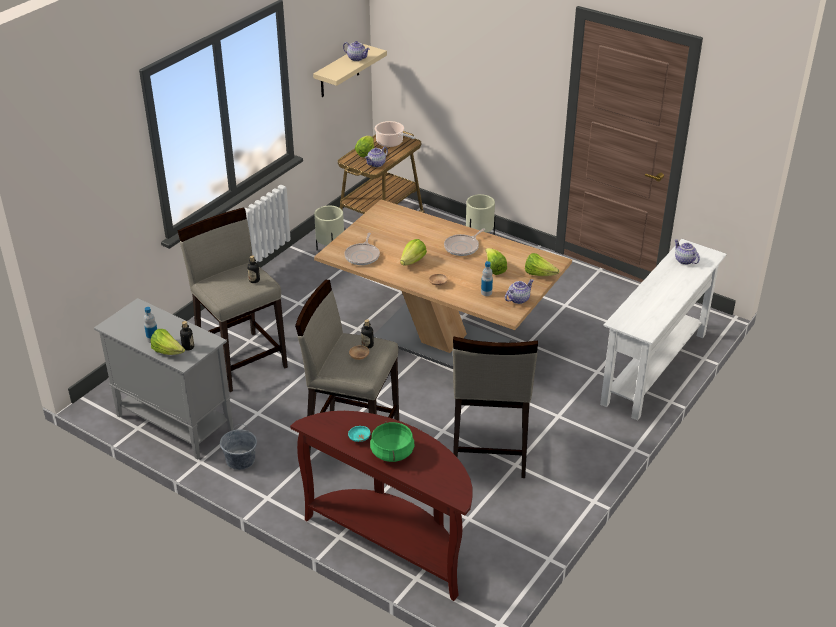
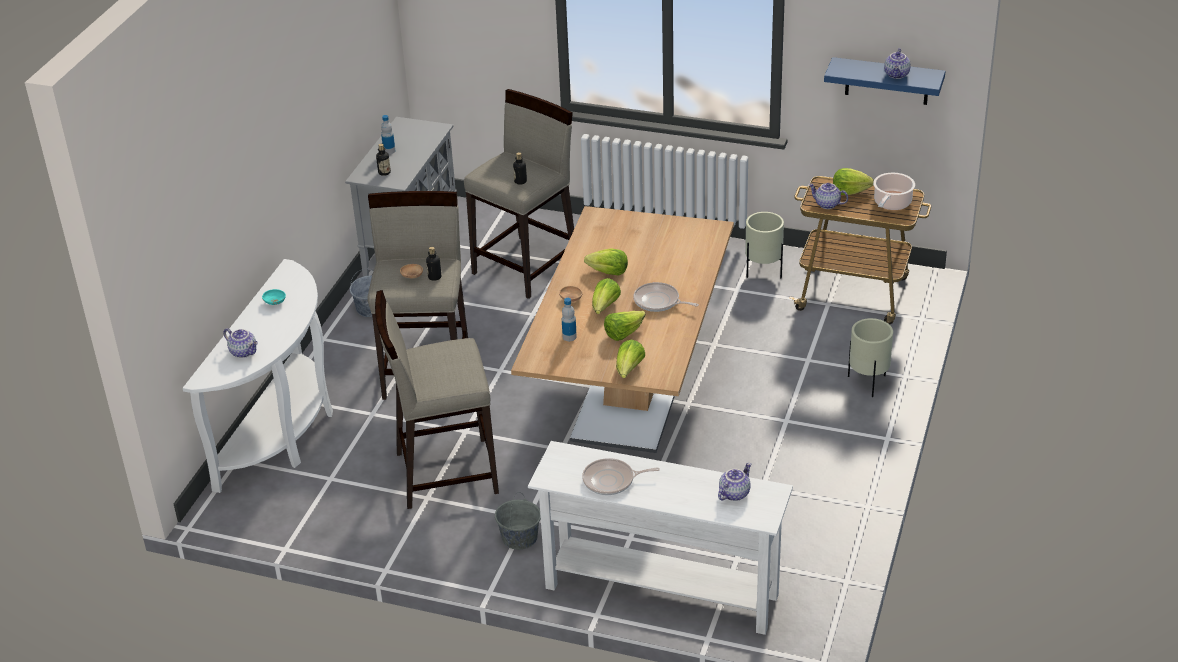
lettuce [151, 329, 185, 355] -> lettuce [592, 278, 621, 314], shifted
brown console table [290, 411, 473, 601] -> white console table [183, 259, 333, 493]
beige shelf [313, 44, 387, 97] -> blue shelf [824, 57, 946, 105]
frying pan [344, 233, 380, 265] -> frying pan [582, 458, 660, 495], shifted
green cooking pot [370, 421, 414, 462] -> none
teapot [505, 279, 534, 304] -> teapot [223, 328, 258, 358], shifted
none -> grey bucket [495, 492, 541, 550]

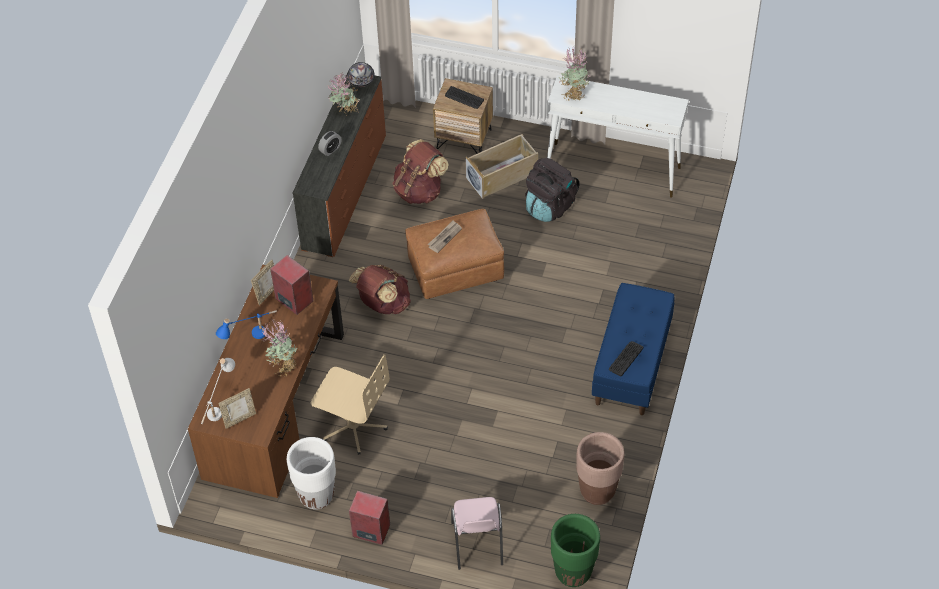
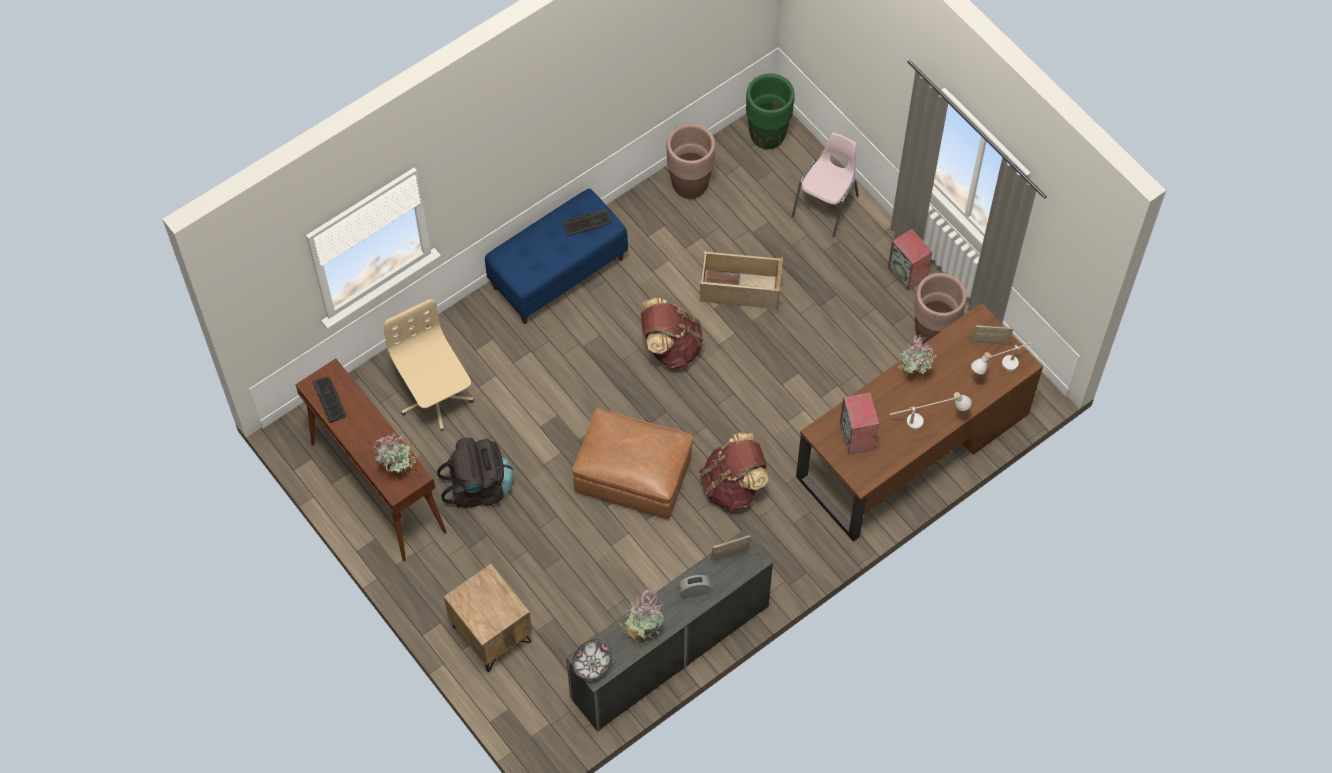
blue table lamp [216, 310, 277, 339] -> white table lamp [890, 392, 972, 430]
picture frame [251, 260, 274, 305] -> picture frame [711, 535, 751, 561], shifted
white planter [287, 437, 336, 510] -> brown planter [914, 273, 967, 344]
beige office chair [311, 354, 390, 455] -> beige office chair [384, 299, 474, 431], shifted
brown backpack [393, 139, 449, 204] -> brown backpack [641, 298, 703, 369], shifted
newspaper [428, 220, 462, 253] -> none
keyboard [445, 86, 484, 109] -> keyboard [313, 377, 346, 423], shifted
beige storage box [465, 134, 538, 199] -> beige storage box [700, 252, 783, 310], shifted
white console table [547, 75, 689, 197] -> brown console table [295, 358, 447, 562]

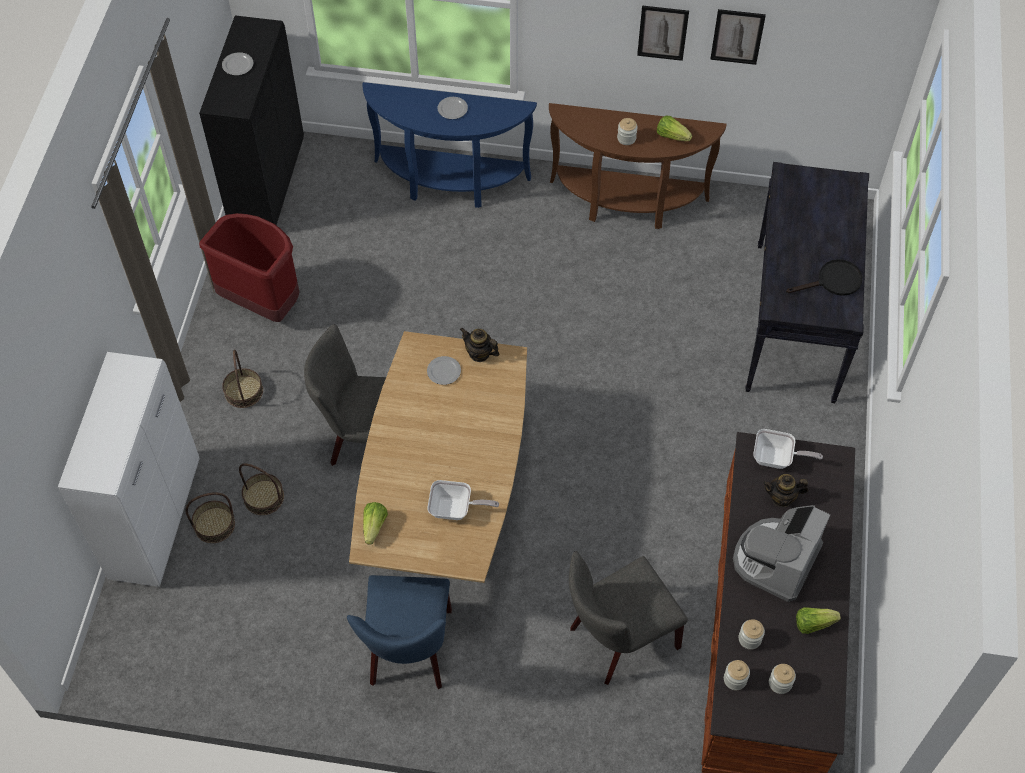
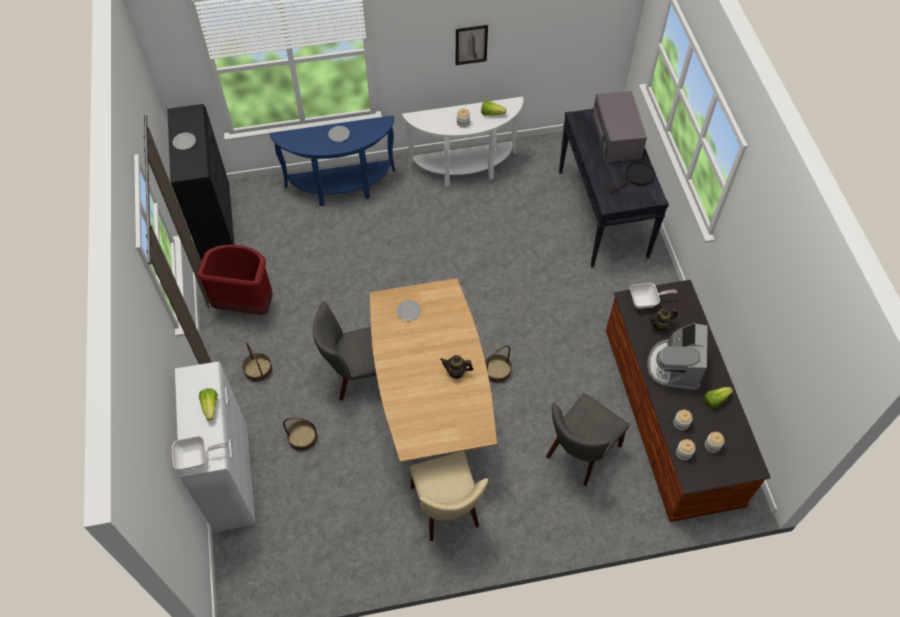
basket [186, 492, 235, 543] -> basket [485, 345, 512, 383], shifted
blue chair [347, 575, 452, 689] -> beige chair [409, 451, 488, 541]
lettuce [363, 502, 388, 545] -> lettuce [199, 388, 218, 421], shifted
frying pan [428, 480, 499, 520] -> frying pan [172, 436, 229, 470], shifted
teapot [460, 328, 500, 362] -> teapot [440, 355, 474, 379], shifted
brown console table [549, 103, 726, 229] -> white console table [402, 97, 523, 187]
picture [710, 9, 766, 65] -> none
none -> grey microwave [592, 91, 647, 162]

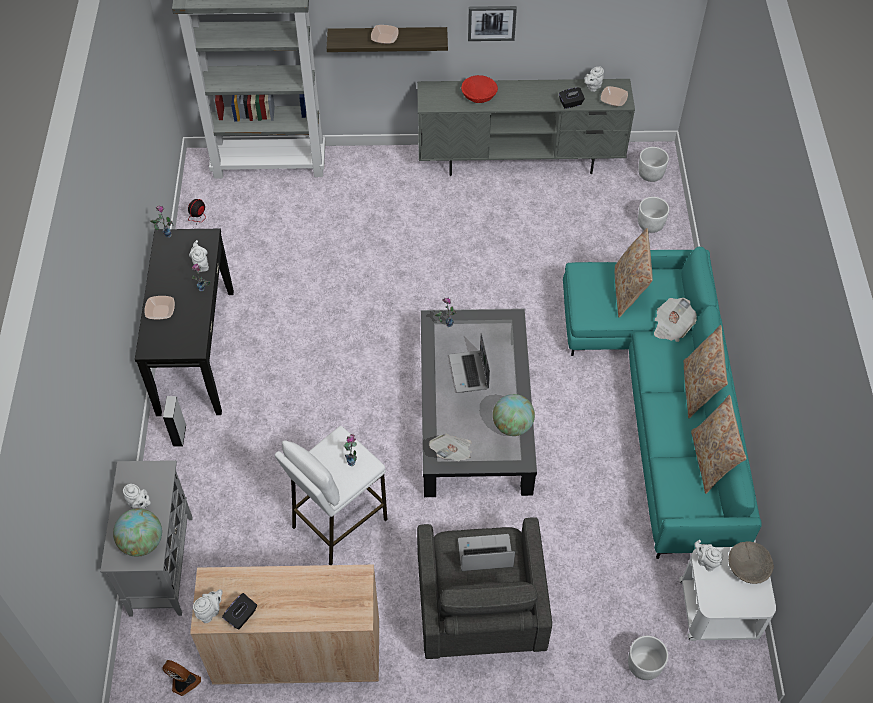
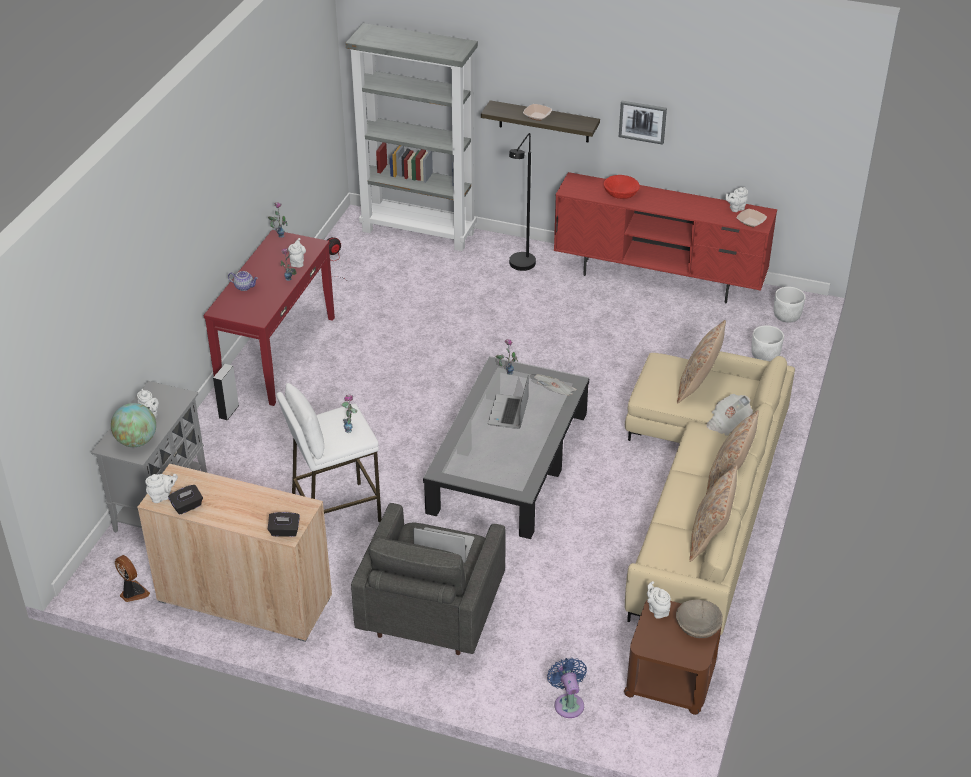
black console table [135, 229, 234, 416] -> red console table [204, 230, 335, 406]
bowl [144, 296, 175, 320] -> teapot [228, 271, 258, 291]
grey tv stand [417, 79, 635, 176] -> red tv stand [554, 172, 777, 304]
newspaper [429, 434, 472, 461] -> newspaper [534, 374, 577, 396], shifted
globe [493, 394, 535, 436] -> none
black tissue box [559, 88, 585, 109] -> black tissue box [268, 512, 300, 537], shifted
turquoise sofa [563, 247, 762, 559] -> beige sofa [625, 351, 795, 641]
white planter [628, 636, 668, 680] -> blue fan [547, 658, 587, 718]
white side table [679, 547, 776, 641] -> brown side table [624, 601, 722, 715]
none -> black floor lamp [509, 133, 536, 271]

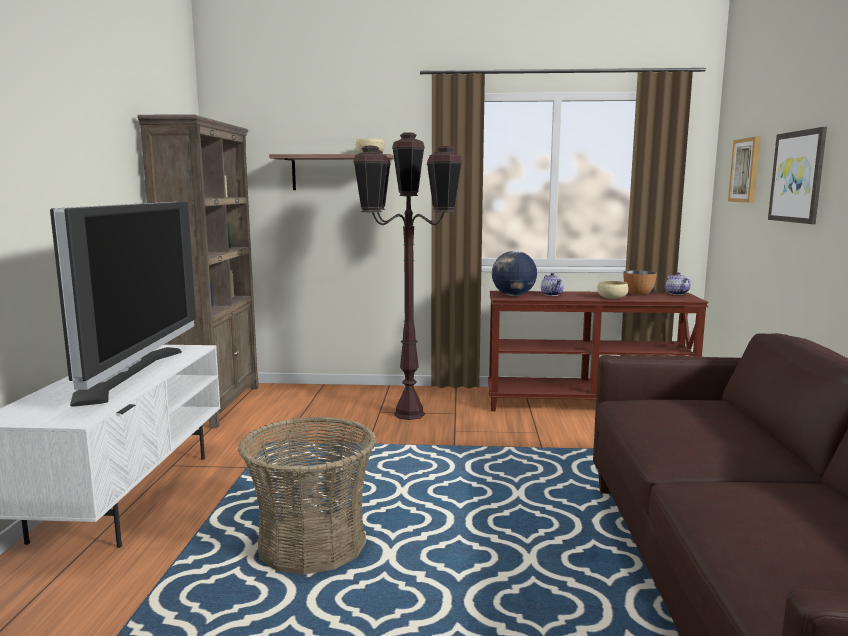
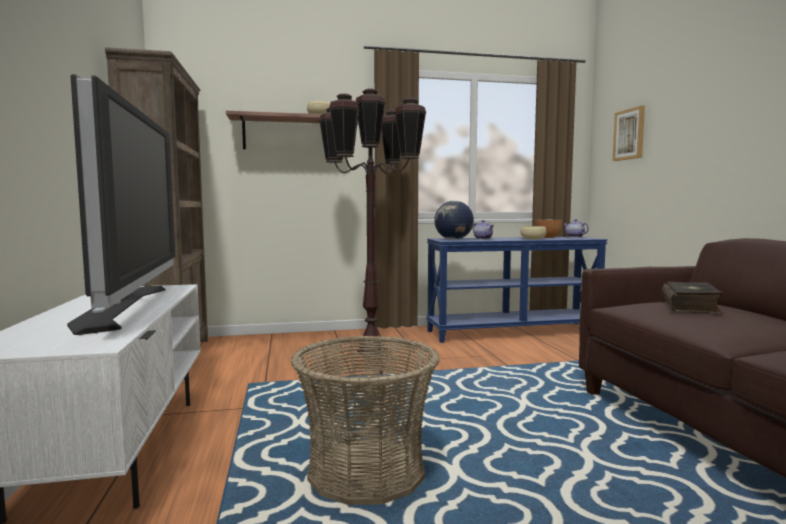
brown console table [488, 291, 709, 411] -> blue console table [426, 237, 608, 343]
picture [768, 127, 827, 224] -> none
none -> book [662, 282, 723, 313]

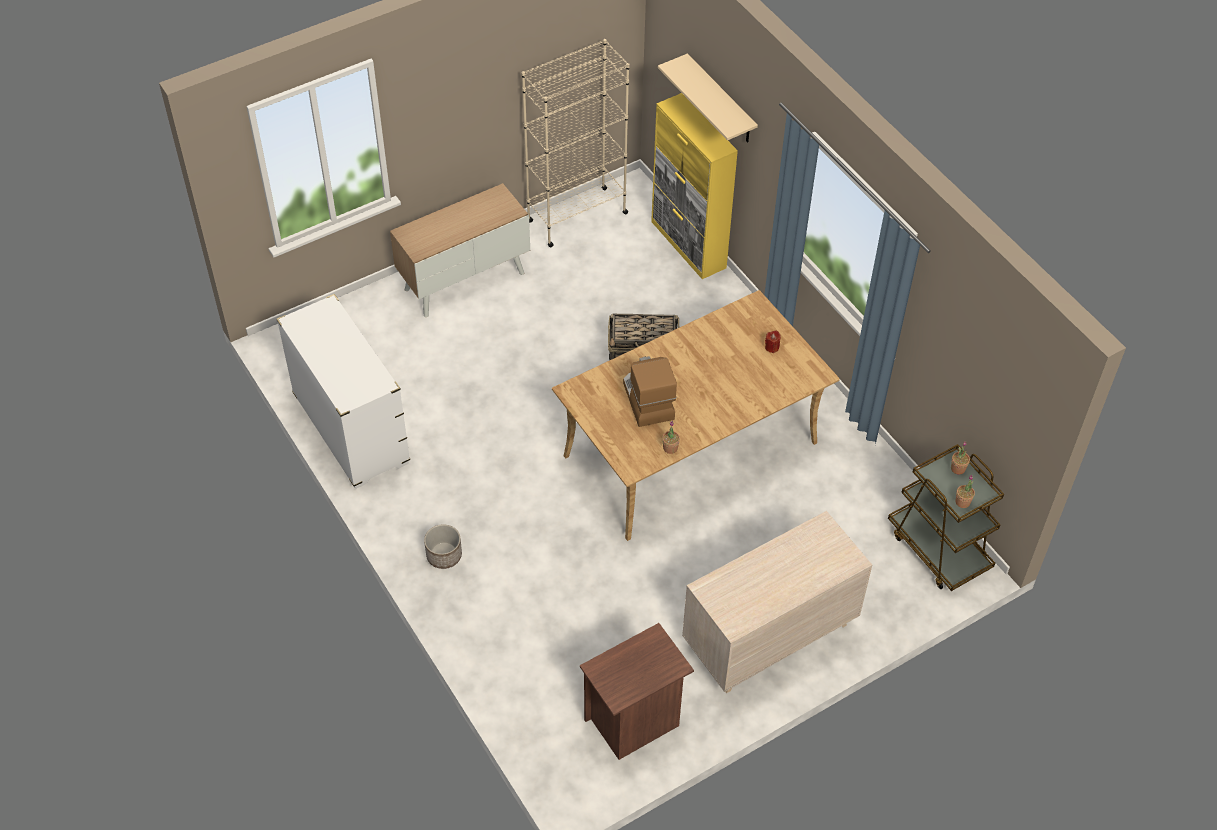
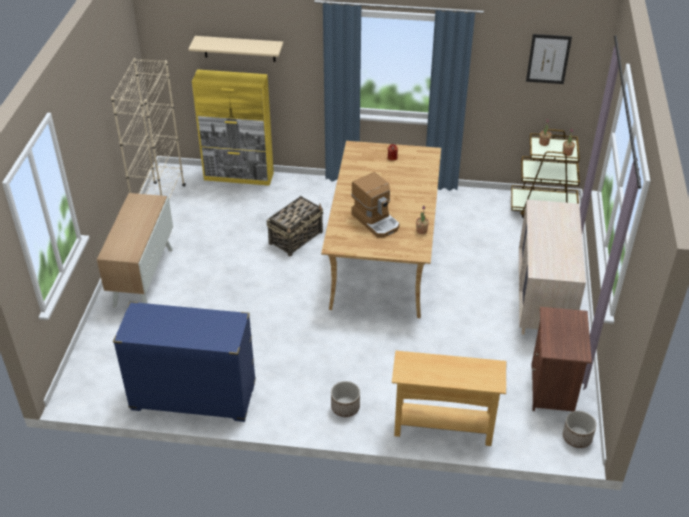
white dresser [277, 294, 410, 489] -> blue dresser [113, 302, 256, 422]
coffee machine [623, 356, 677, 427] -> coffee machine [351, 172, 399, 237], 150 degrees counterclockwise
none -> beige console table [392, 351, 506, 446]
none -> picture [526, 34, 572, 84]
none -> planter [563, 411, 597, 448]

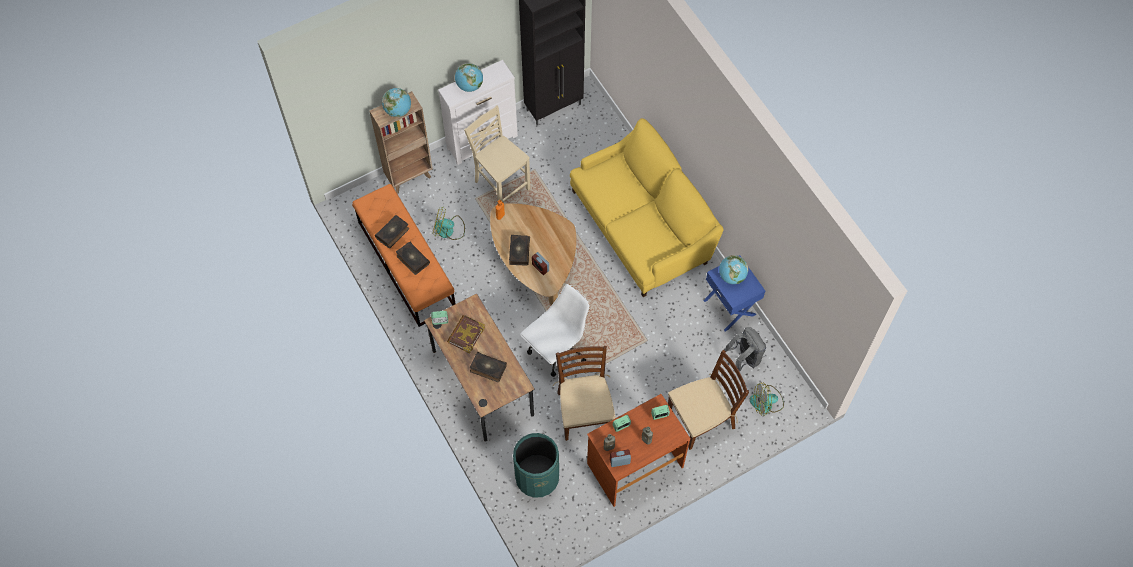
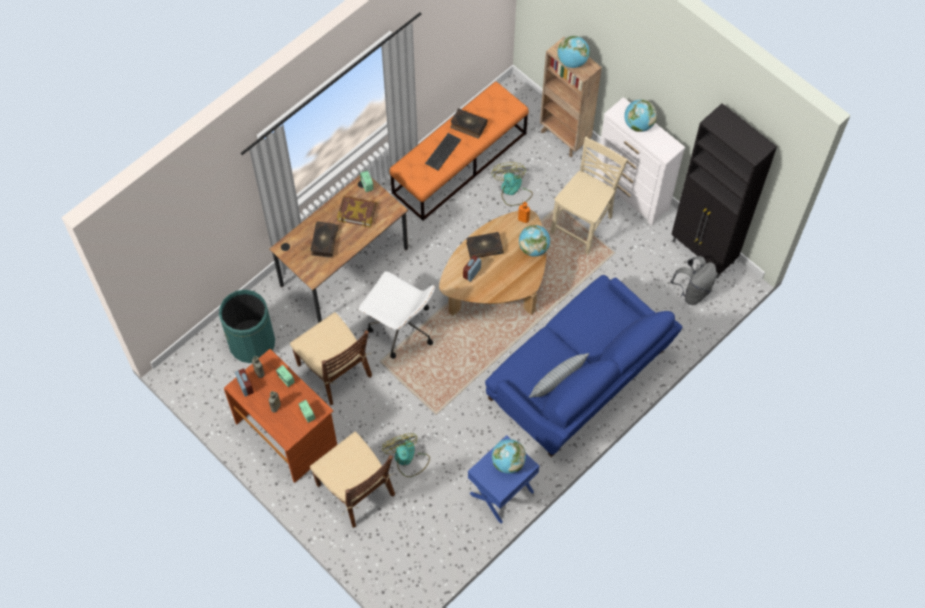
book [396, 242, 430, 275] -> keyboard [425, 133, 461, 170]
brown chair [553, 346, 616, 441] -> brown chair [290, 312, 372, 405], 75 degrees clockwise
yellow sofa [570, 118, 724, 297] -> blue sofa [485, 275, 682, 457]
grey backpack [724, 327, 766, 372] -> grey backpack [670, 256, 716, 305], shifted
fan [750, 382, 784, 416] -> fan [382, 433, 430, 477], shifted
none -> globe [519, 225, 550, 257]
none -> pillow [529, 353, 589, 398]

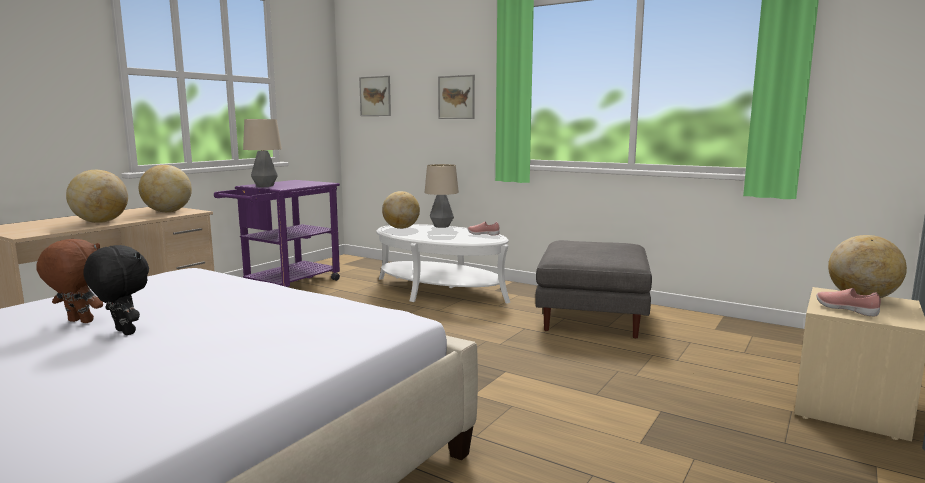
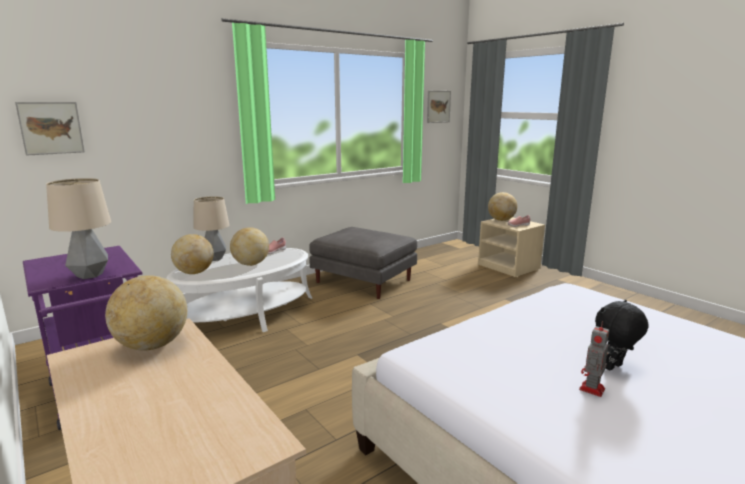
brown plush toy [36, 239, 103, 323] -> toy robot [579, 321, 609, 397]
globe [66, 170, 128, 223] -> globe [230, 227, 269, 266], shifted
picture [438, 75, 475, 119] -> picture [427, 91, 451, 123], shifted

